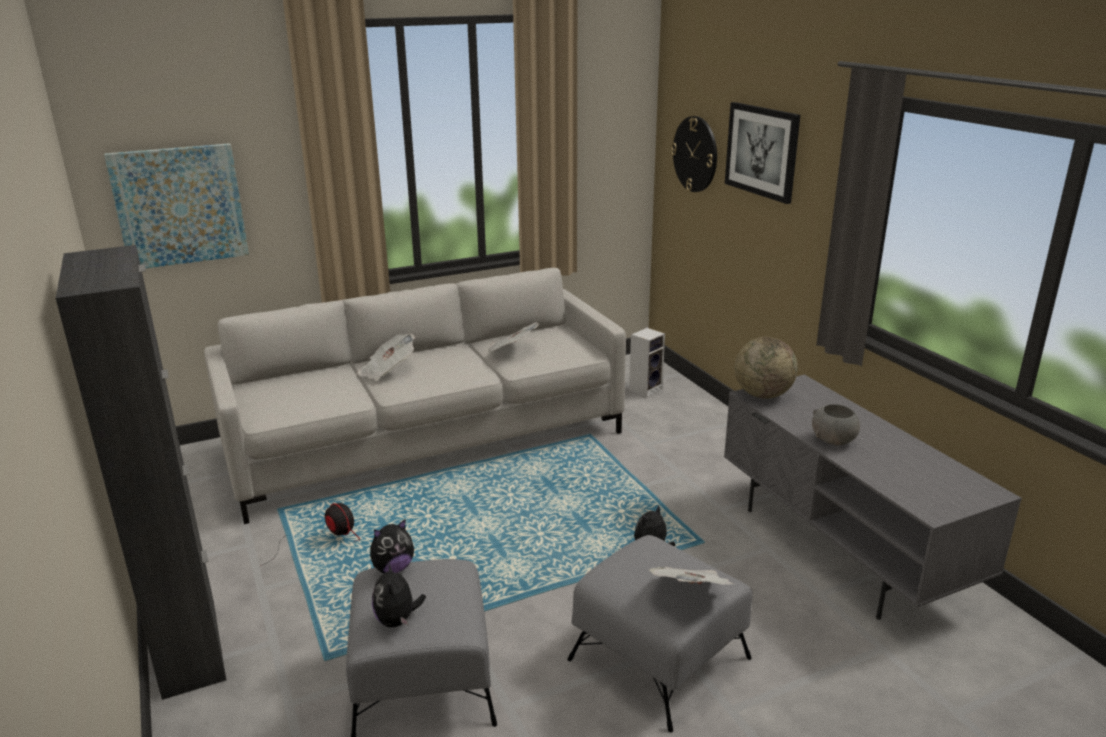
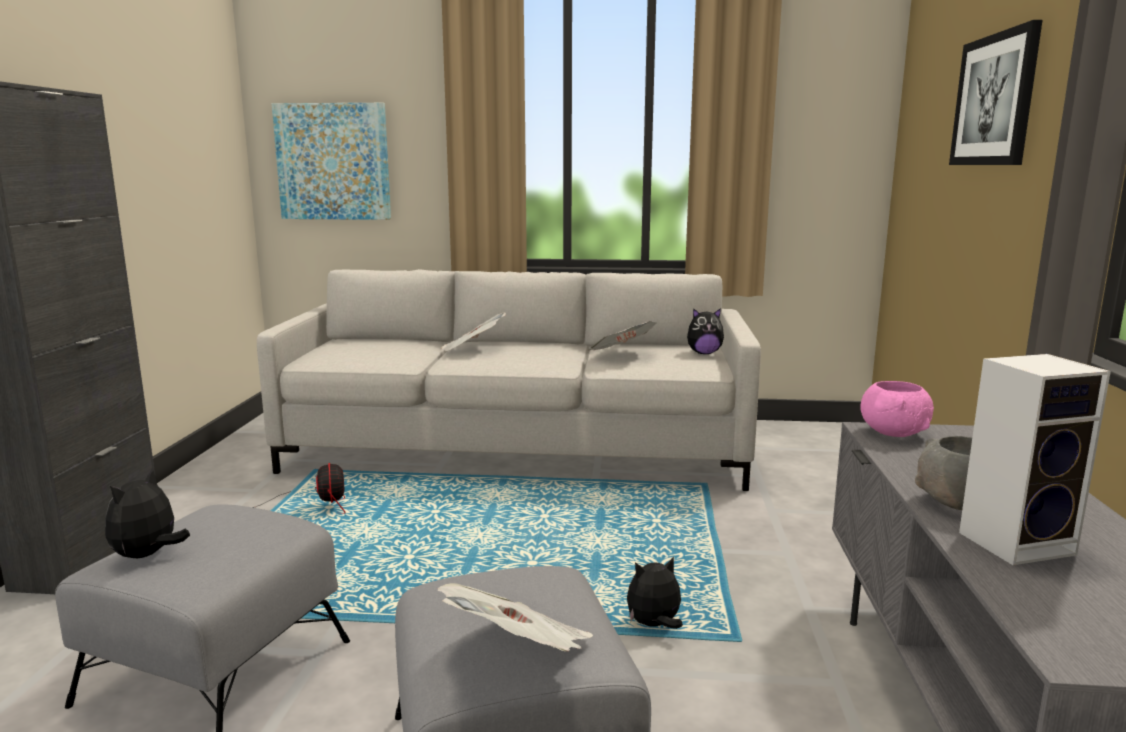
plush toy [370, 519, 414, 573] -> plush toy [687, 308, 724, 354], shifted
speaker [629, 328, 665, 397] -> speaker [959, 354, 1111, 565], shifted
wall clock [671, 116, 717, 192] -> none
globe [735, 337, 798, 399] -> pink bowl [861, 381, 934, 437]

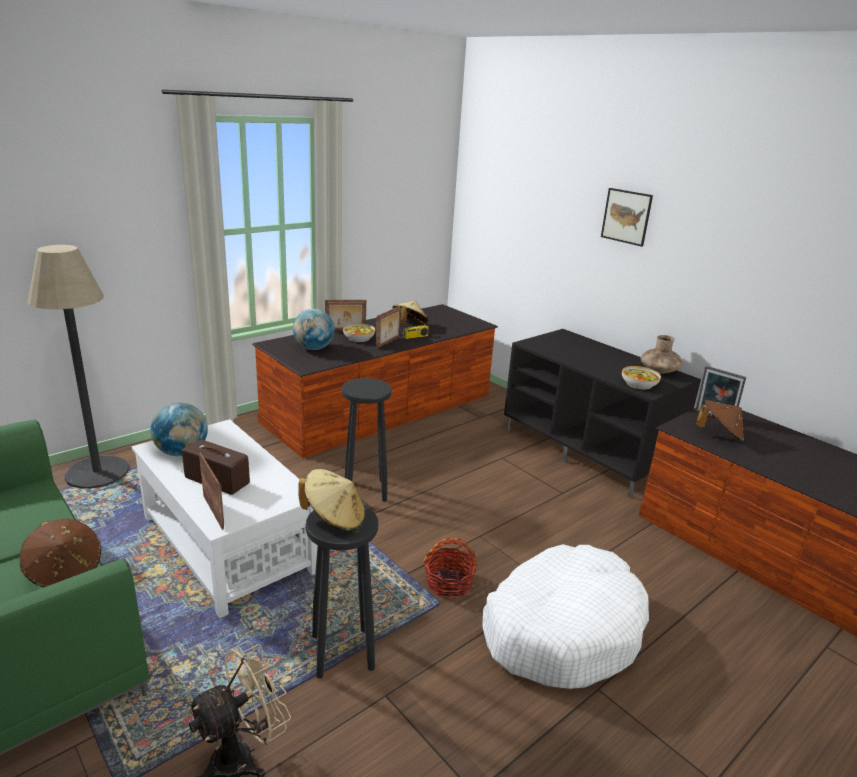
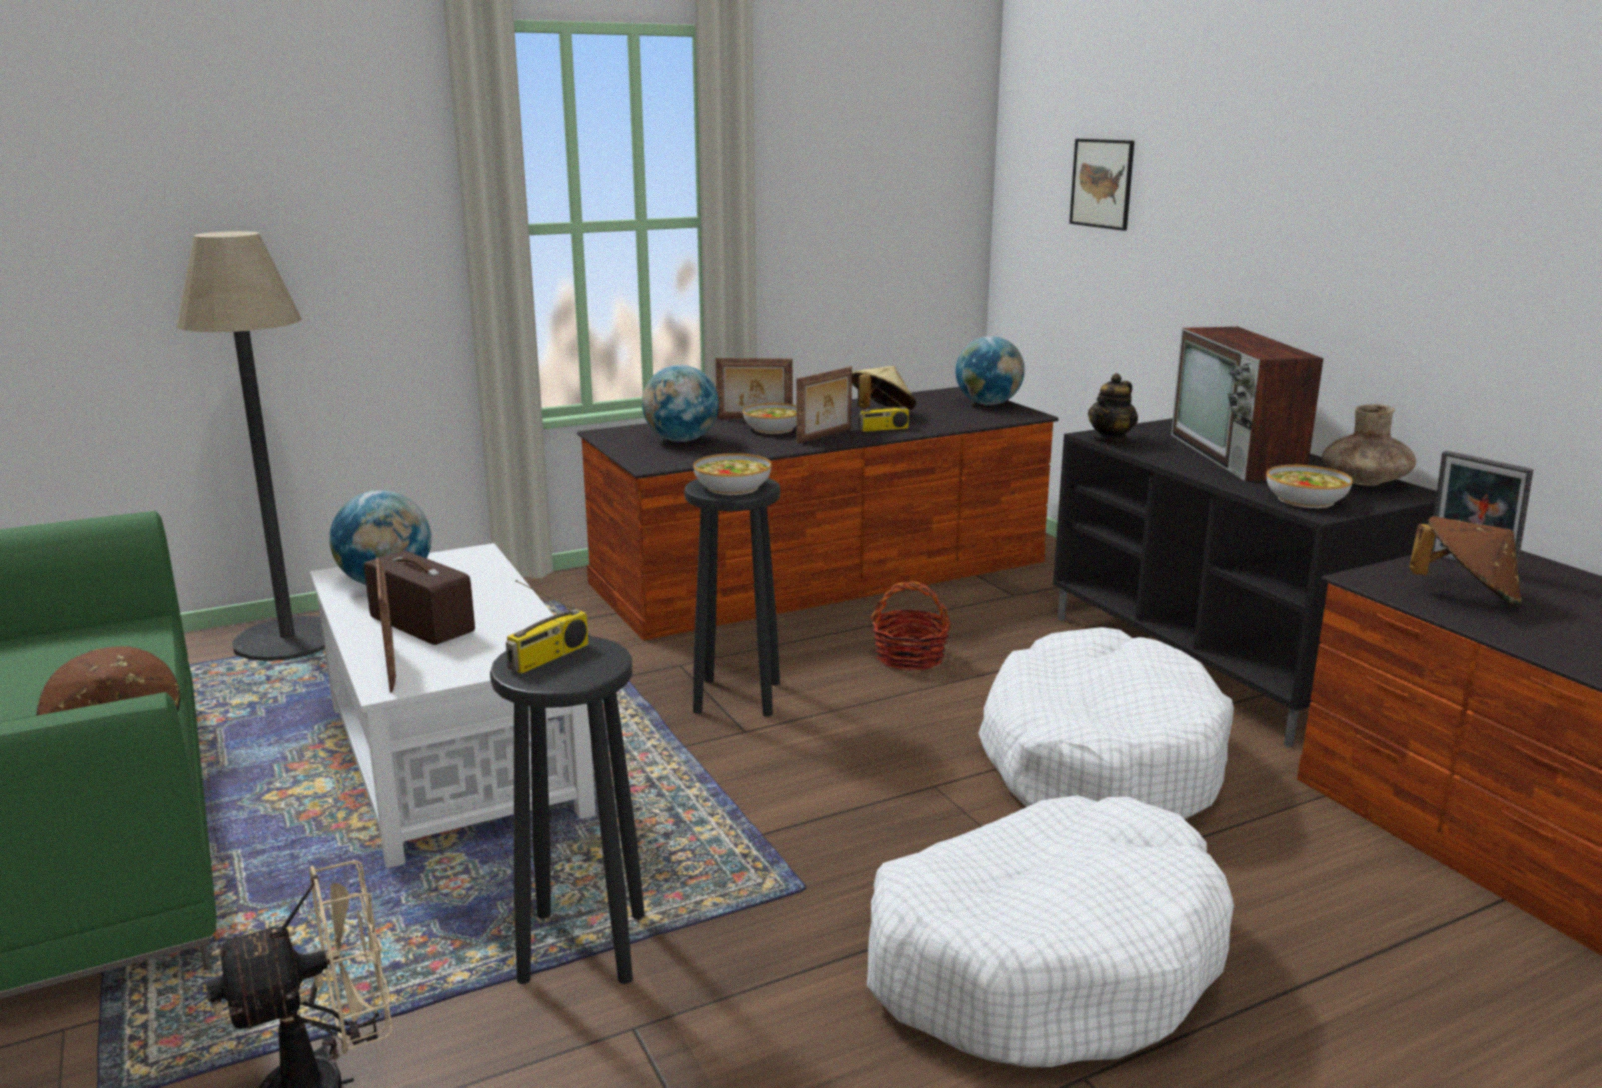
beige hat [298, 469, 365, 531] -> radio [506, 580, 589, 674]
basket [423, 538, 477, 598] -> basket [871, 581, 951, 671], shifted
picture [601, 188, 653, 247] -> picture [1069, 139, 1135, 231], shifted
none -> bowl [693, 453, 771, 495]
none -> globe [956, 336, 1025, 405]
none -> white dog bed [978, 627, 1234, 819]
none -> teapot [1088, 373, 1138, 445]
none -> television [1171, 327, 1324, 481]

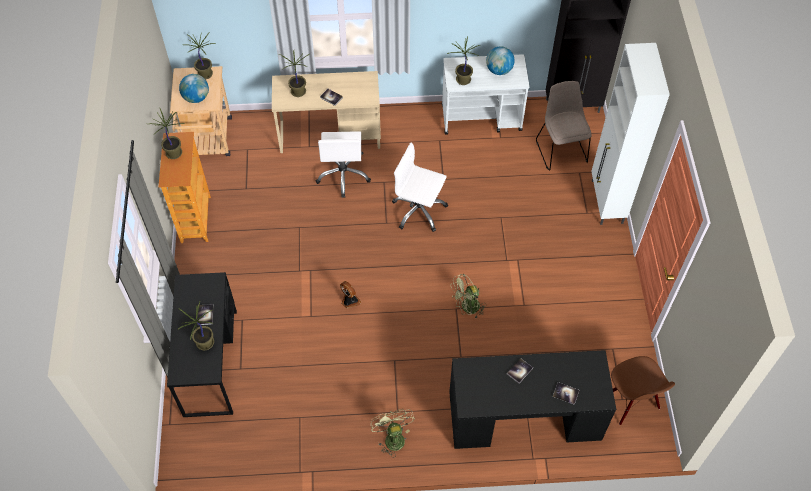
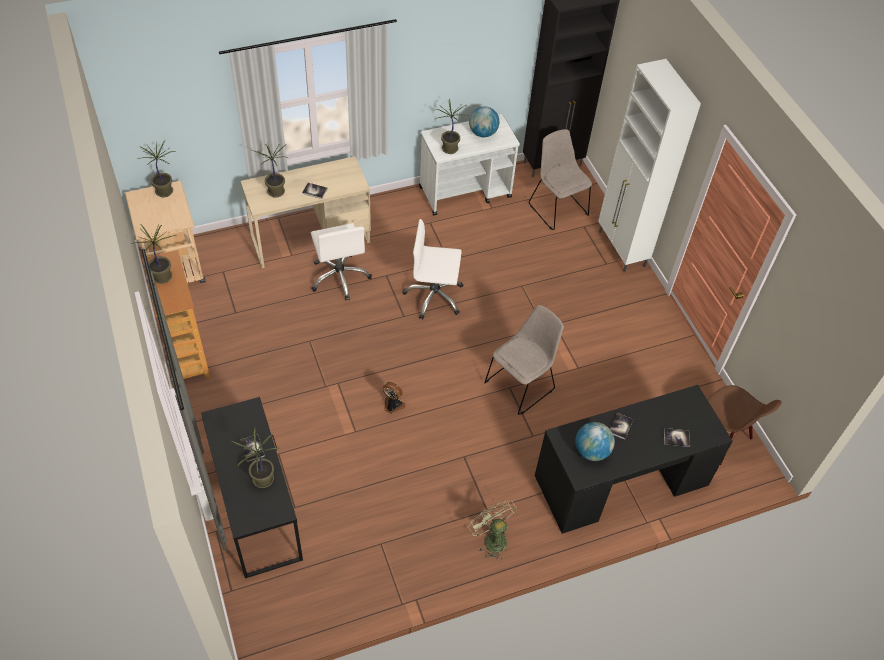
globe [179, 74, 209, 103] -> globe [575, 422, 615, 461], shifted
green fan [451, 274, 486, 318] -> beige chair [484, 305, 564, 415]

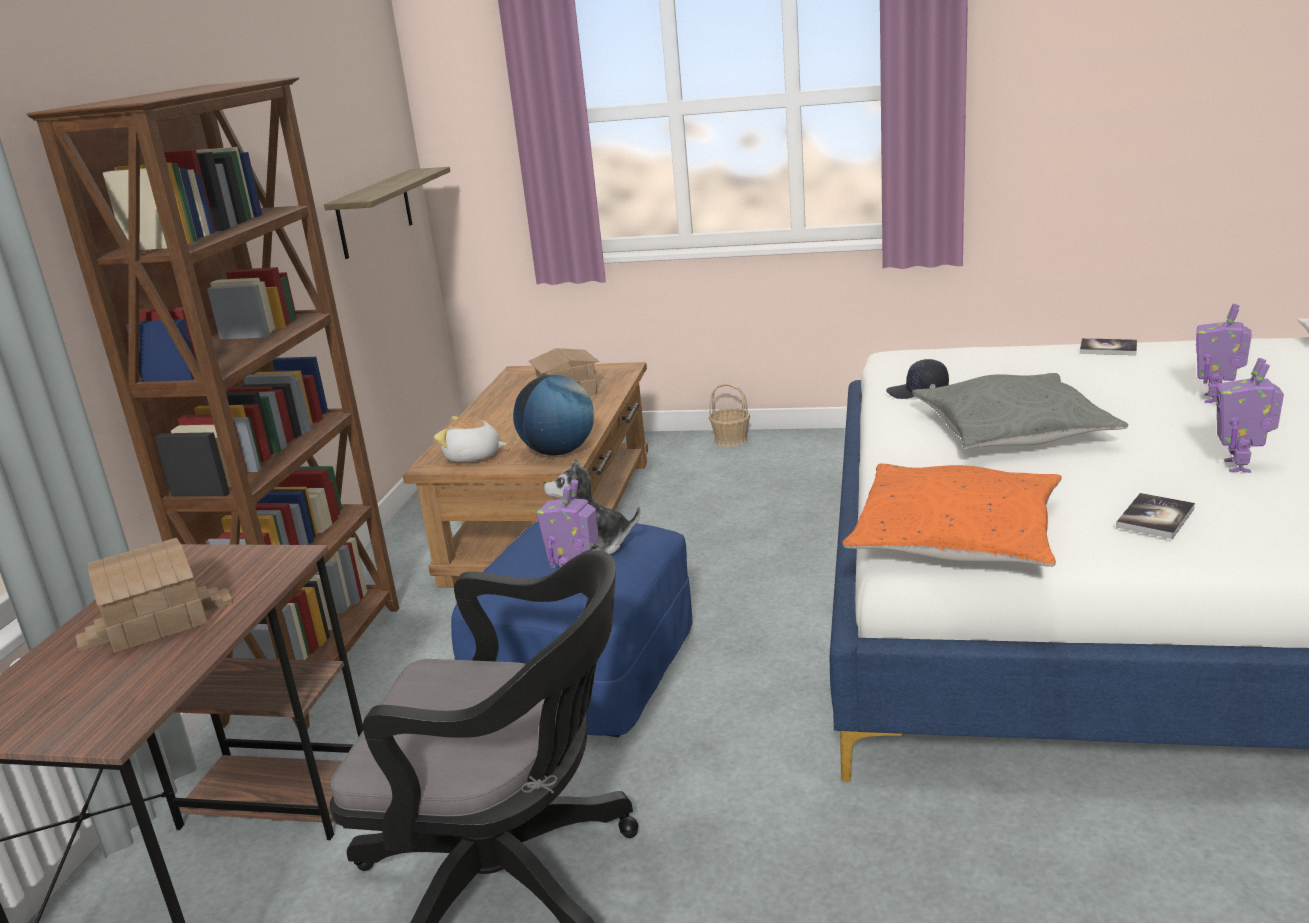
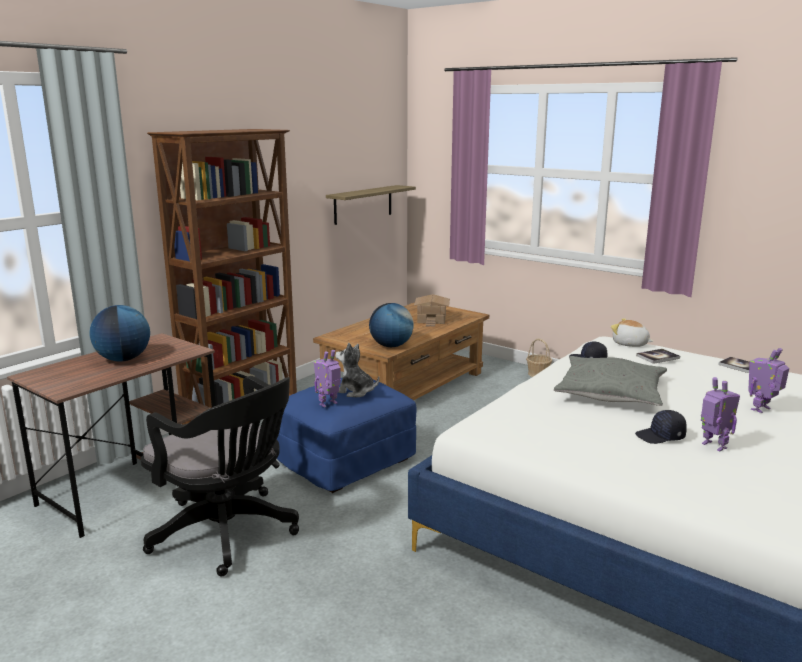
toy house [76, 538, 233, 653] -> globe [89, 305, 150, 362]
plush toy [434, 416, 507, 462] -> plush toy [611, 318, 653, 347], shifted
orange pillow [842, 464, 1062, 567] -> none
book [1116, 493, 1195, 539] -> book [636, 349, 680, 364], shifted
toy robot [1216, 358, 1284, 473] -> toy robot [701, 377, 740, 452], 105 degrees clockwise
none -> black cap [635, 410, 687, 444]

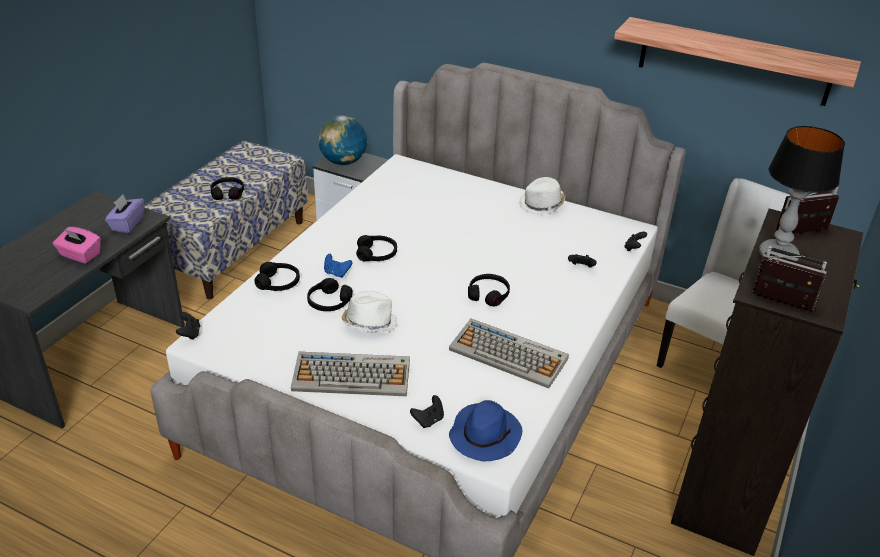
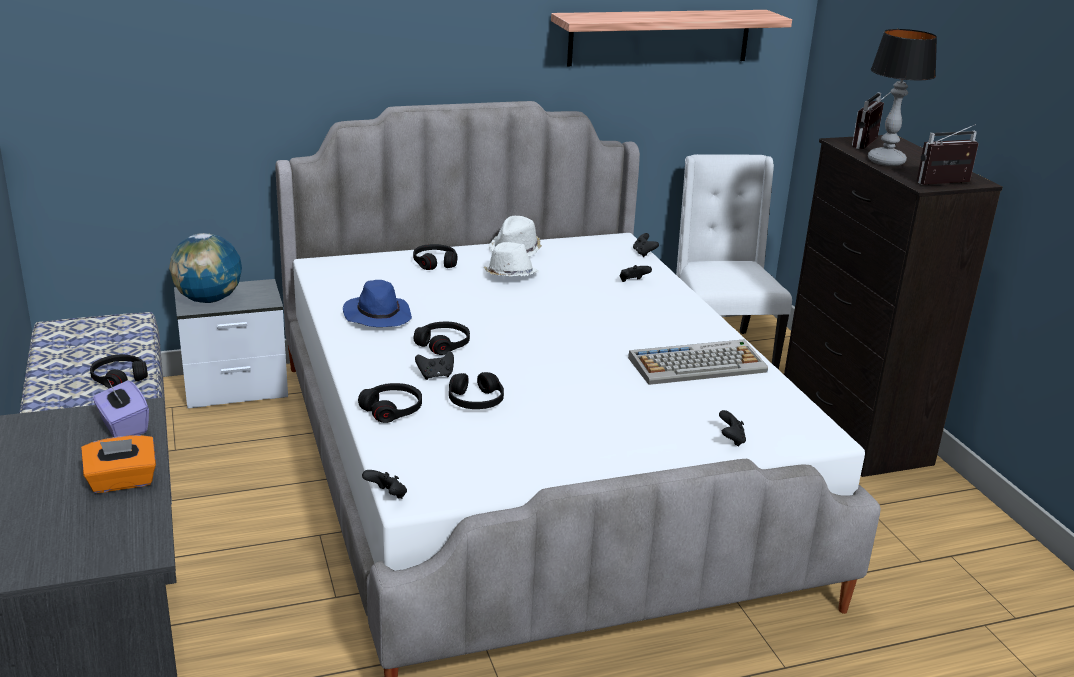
pink tissue box [53, 227, 101, 264] -> orange tissue box [81, 435, 156, 493]
keyboard [291, 352, 410, 396] -> none
blue game controller [324, 254, 352, 278] -> black game controller [415, 351, 454, 380]
white hat [341, 291, 398, 332] -> white hat [484, 242, 539, 276], shifted
blue hat [449, 400, 522, 461] -> blue hat [343, 280, 412, 327], shifted
black headphones [468, 274, 510, 307] -> black headphones [413, 244, 457, 270], shifted

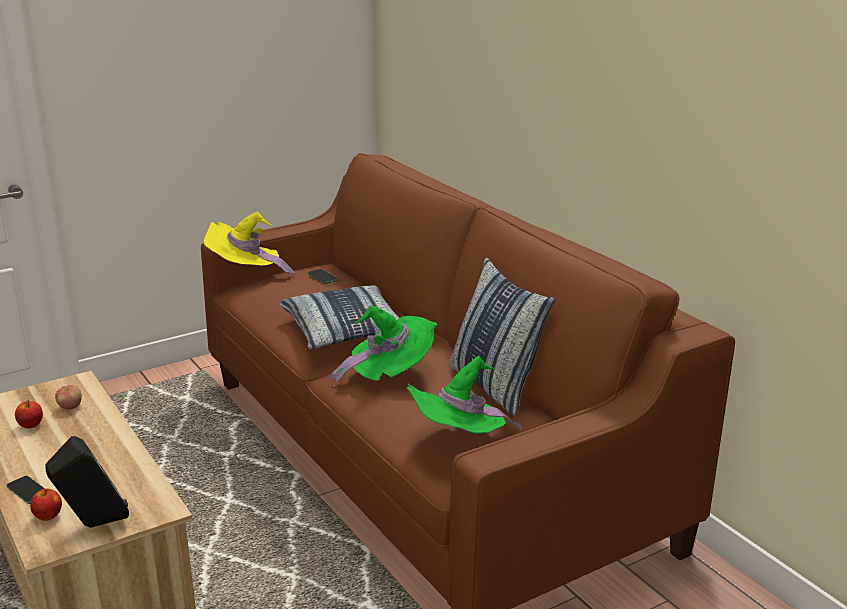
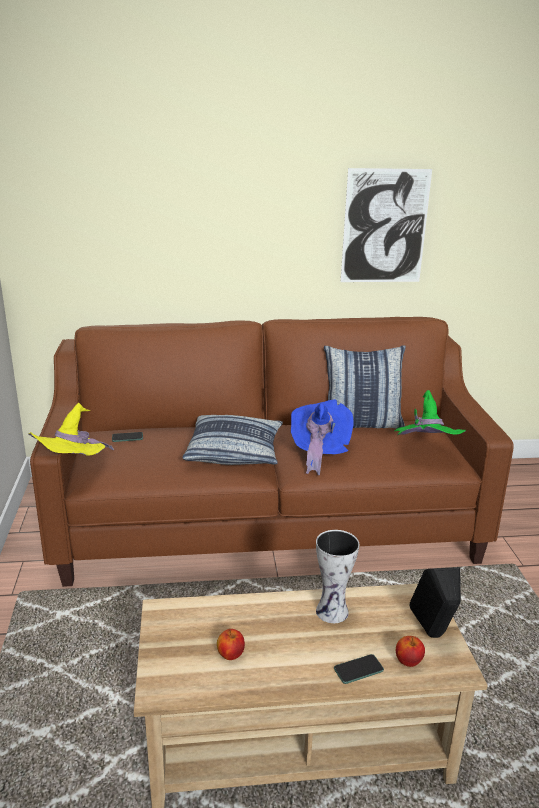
apple [55, 385, 82, 410] -> none
green hat [330, 305, 437, 387] -> blue hat [291, 399, 354, 475]
none -> vase [316, 530, 359, 623]
none -> picture [341, 168, 432, 282]

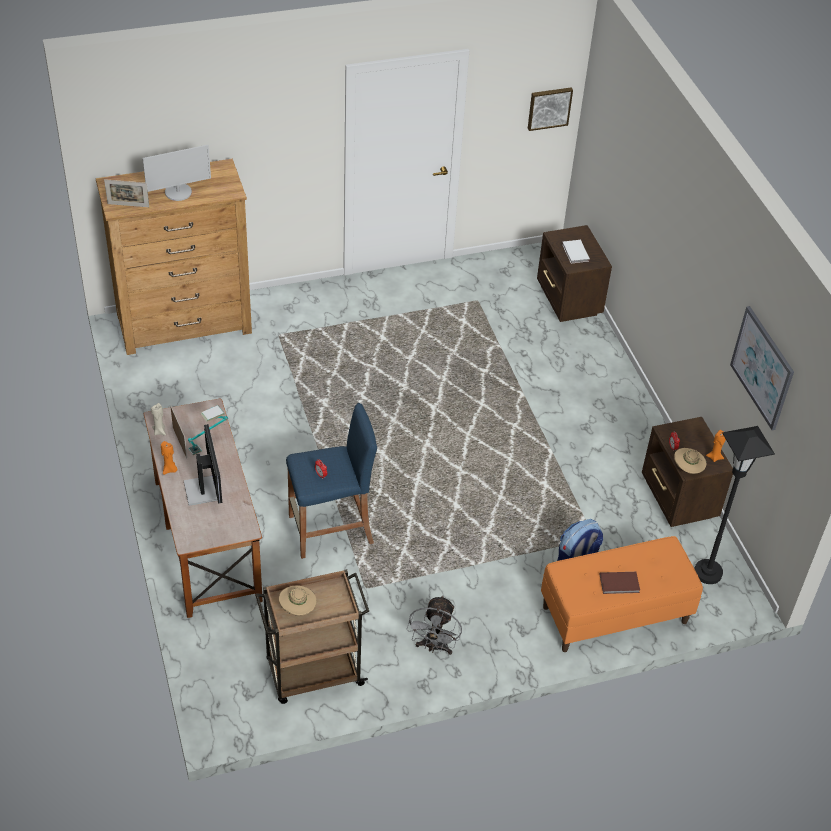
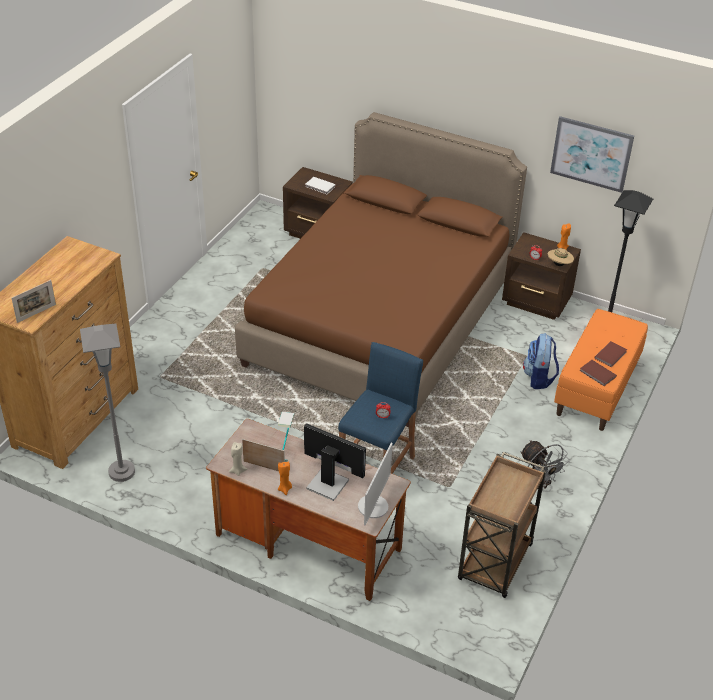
monitor [143, 145, 211, 201] -> monitor [358, 443, 393, 526], shifted
beige hat [279, 585, 317, 616] -> none
picture [528, 88, 573, 131] -> none
none -> grey floor lamp [80, 324, 135, 482]
none -> brown bed [235, 112, 527, 427]
none -> brown book [580, 360, 617, 386]

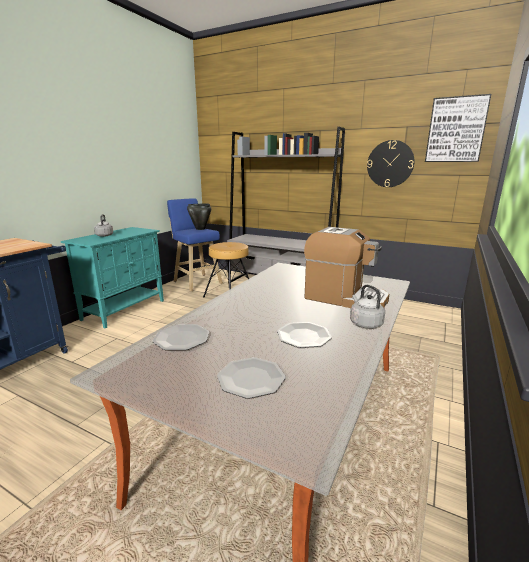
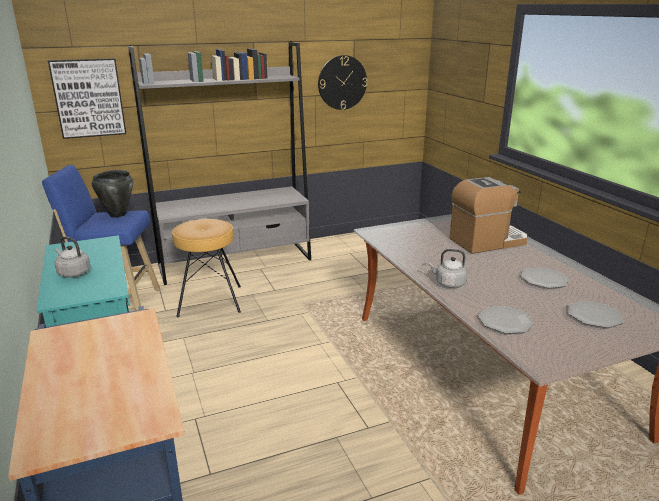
grey kettle [350, 285, 385, 329] -> grey kettle [428, 249, 467, 288], shifted
picture [425, 94, 491, 162] -> picture [48, 58, 126, 139], shifted

